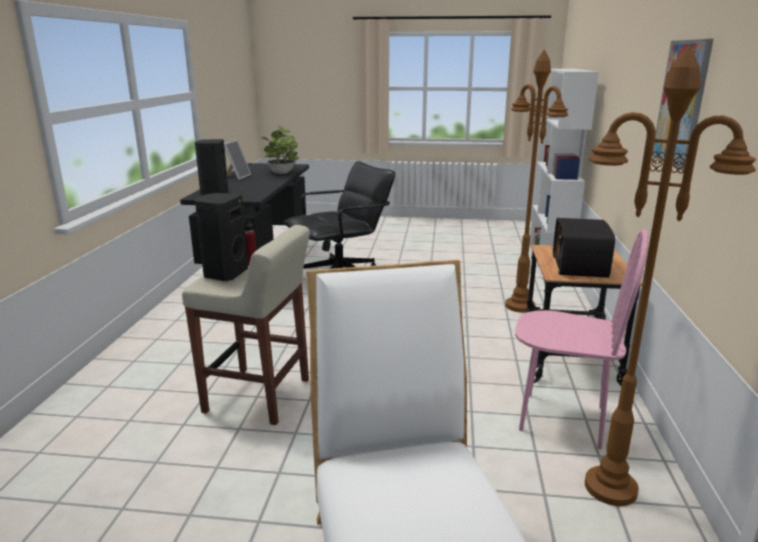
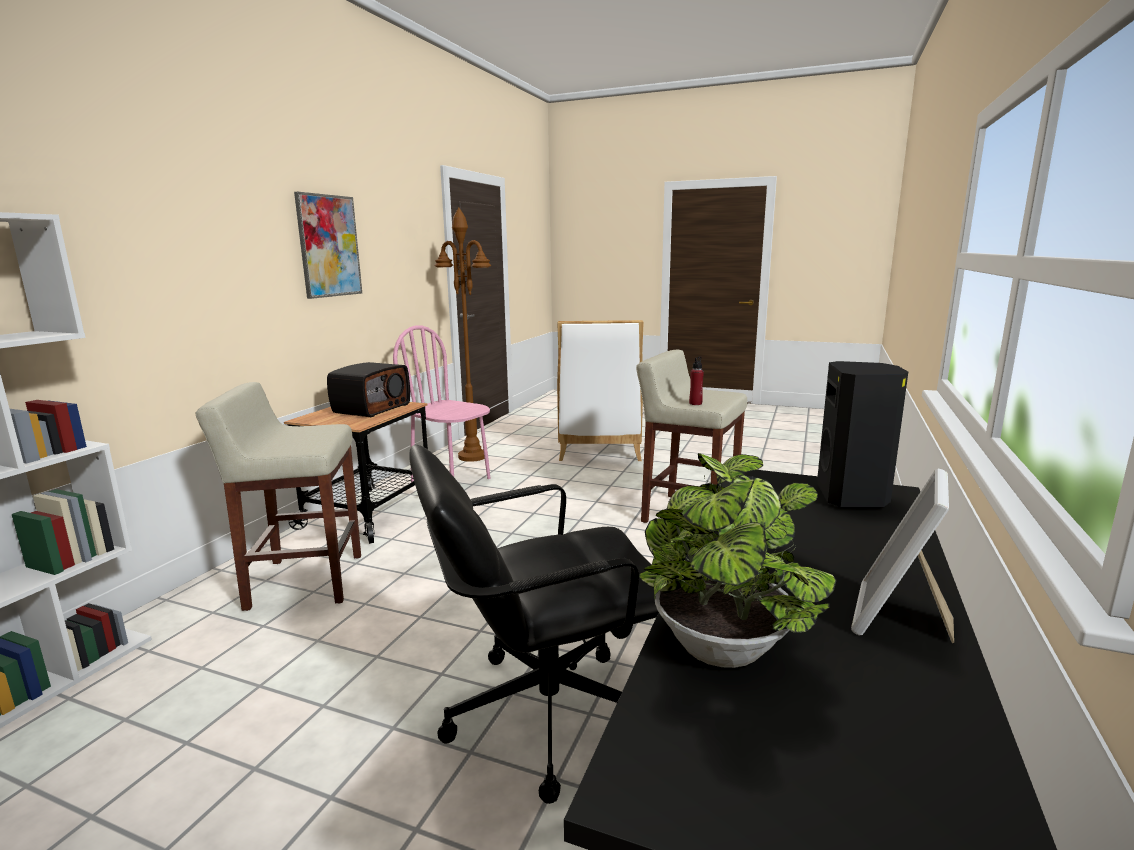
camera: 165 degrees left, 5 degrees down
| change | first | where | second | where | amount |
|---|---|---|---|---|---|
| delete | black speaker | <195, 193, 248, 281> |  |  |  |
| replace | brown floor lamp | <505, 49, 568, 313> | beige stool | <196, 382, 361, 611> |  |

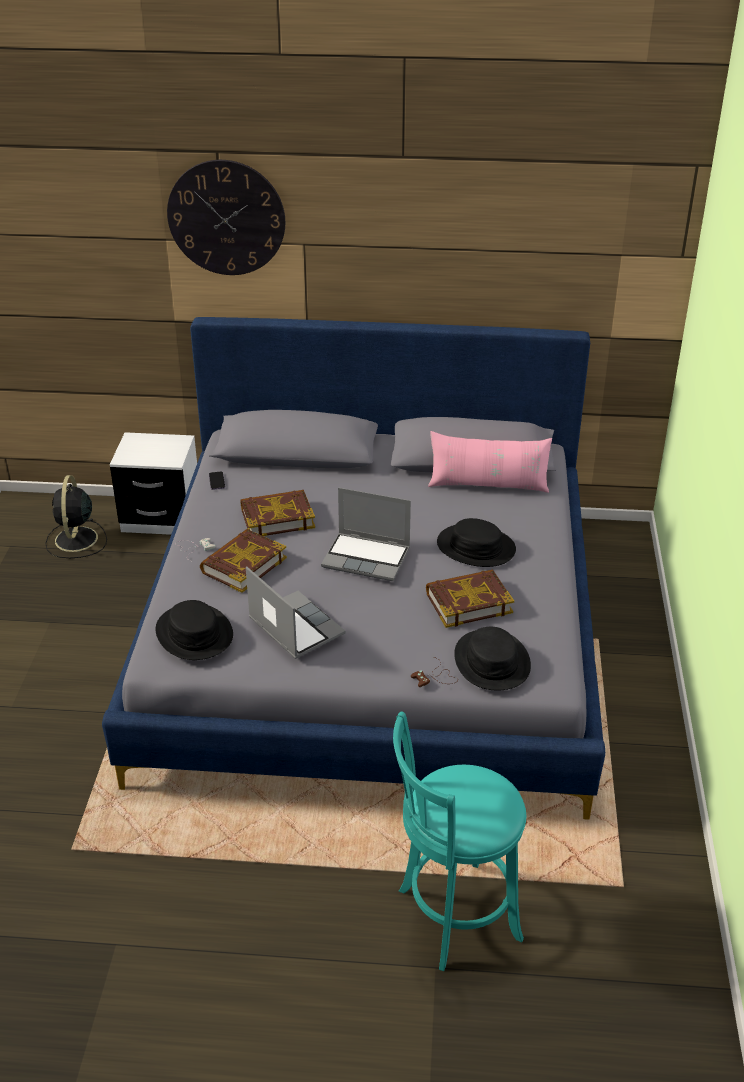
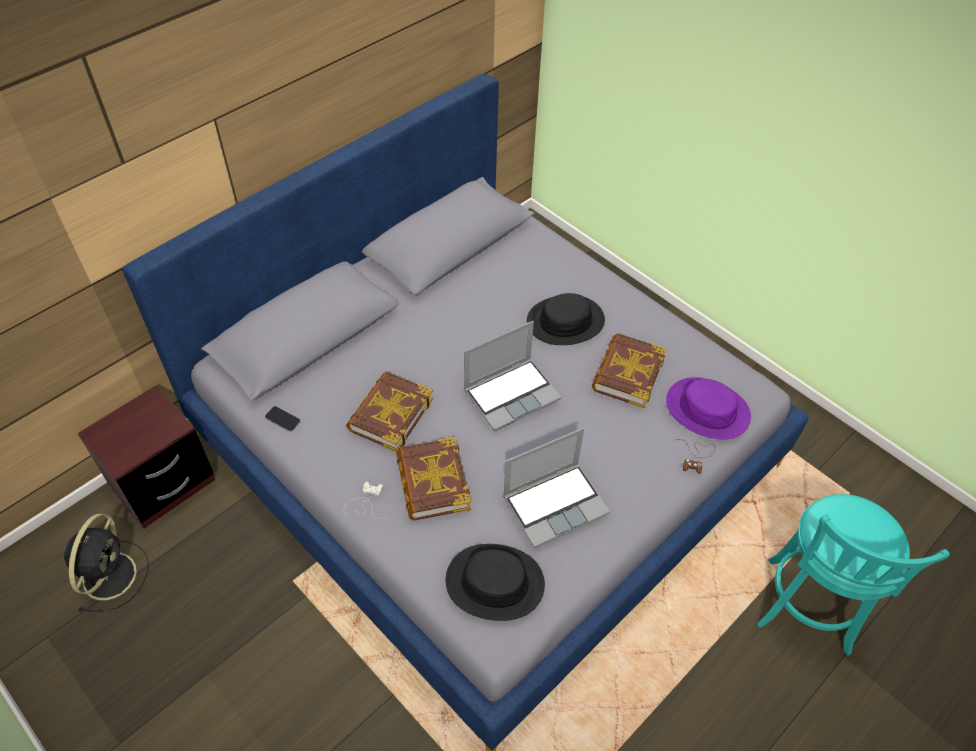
camera: 50 degrees left, 15 degrees up
| change | first | where | second | where | amount |
|---|---|---|---|---|---|
| rotate | black fan | <45, 475, 107, 558> |  | <64, 513, 149, 611> | 120 degrees counterclockwise |
| recolor | white nightstand | <110, 432, 197, 535> | brown nightstand | <78, 385, 216, 529> |  |
| delete | wall clock | <167, 160, 285, 275> |  |  |  |
| rotate | laptop | <246, 566, 346, 659> |  | <503, 428, 610, 548> | 150 degrees clockwise |
| delete | pink pillow | <428, 431, 552, 493> |  |  |  |
| recolor | black hat | <454, 627, 531, 691> | purple hat | <666, 377, 751, 440> |  |

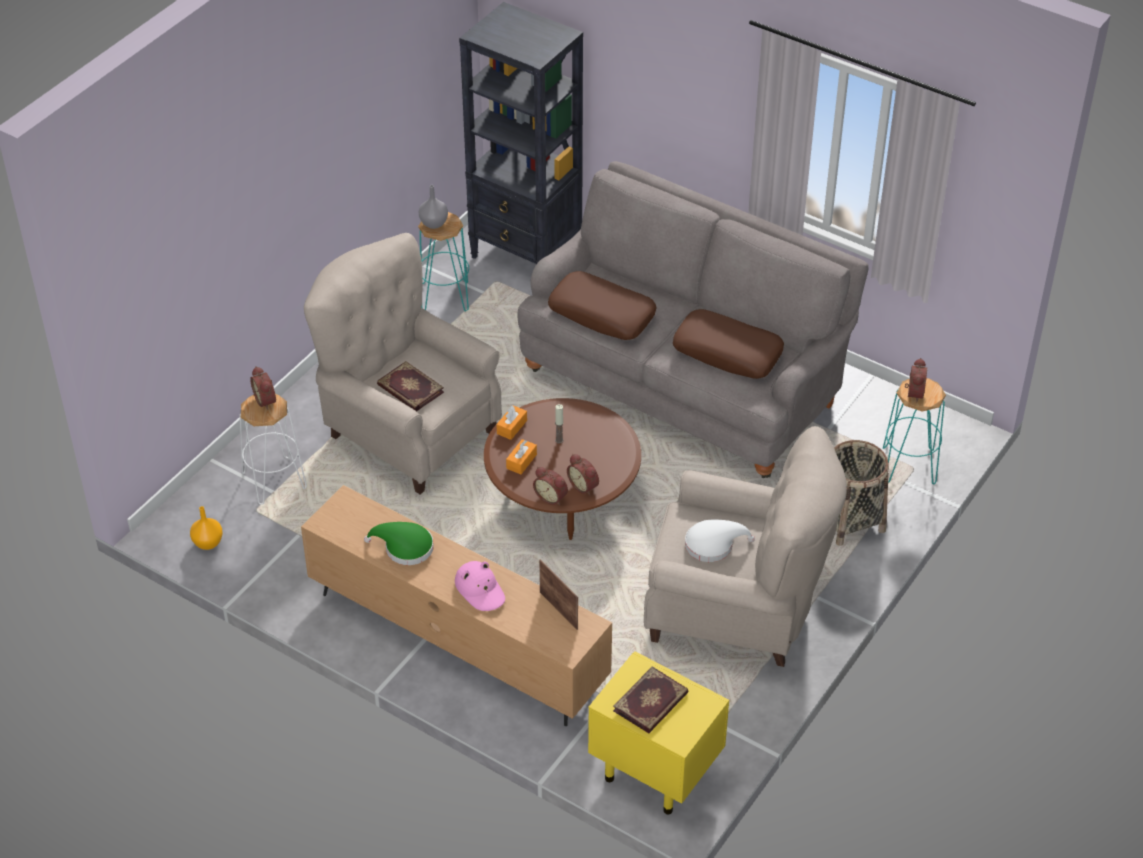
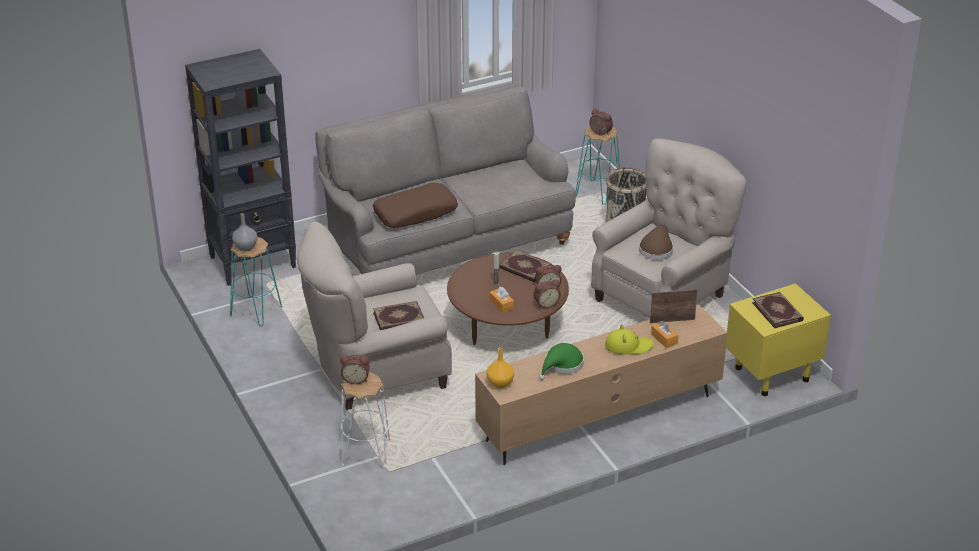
camera: 60 degrees left, 10 degrees down
| change | first | where | second | where | amount |
|---|---|---|---|---|---|
| move | orange vase | <190, 506, 223, 550> |  | <486, 347, 514, 389> |  |
| recolor | pink hat | <455, 561, 505, 611> | yellow hat | <605, 324, 654, 354> |  |
| move | orange tissue box | <496, 405, 527, 440> |  | <651, 321, 679, 348> |  |
| delete | brown pillow | <673, 309, 784, 379> |  |  |  |
| recolor | white hat | <685, 520, 755, 562> | brown hat | <639, 225, 673, 260> |  |
| insert |  |  | book | <499, 250, 551, 282> |  |

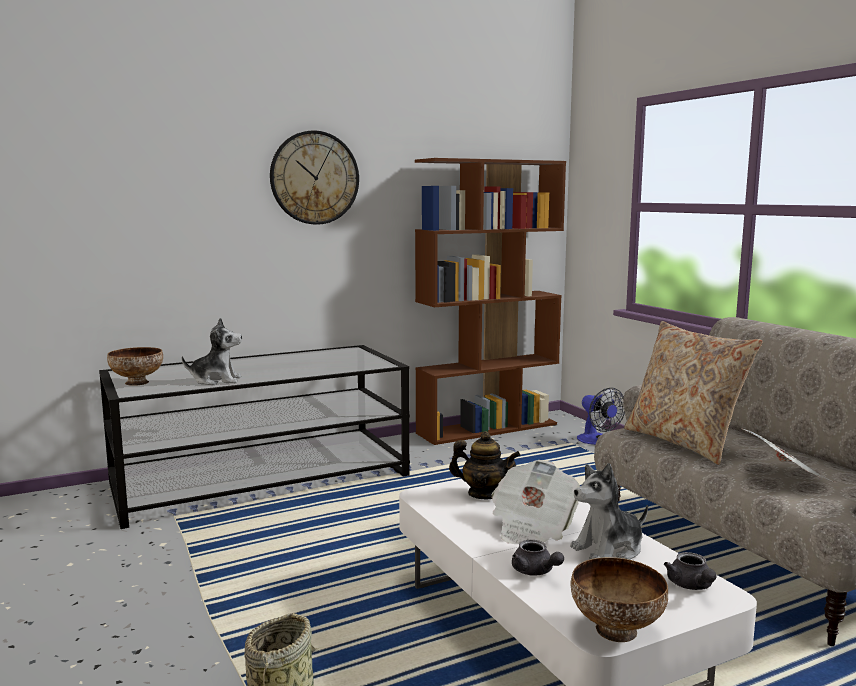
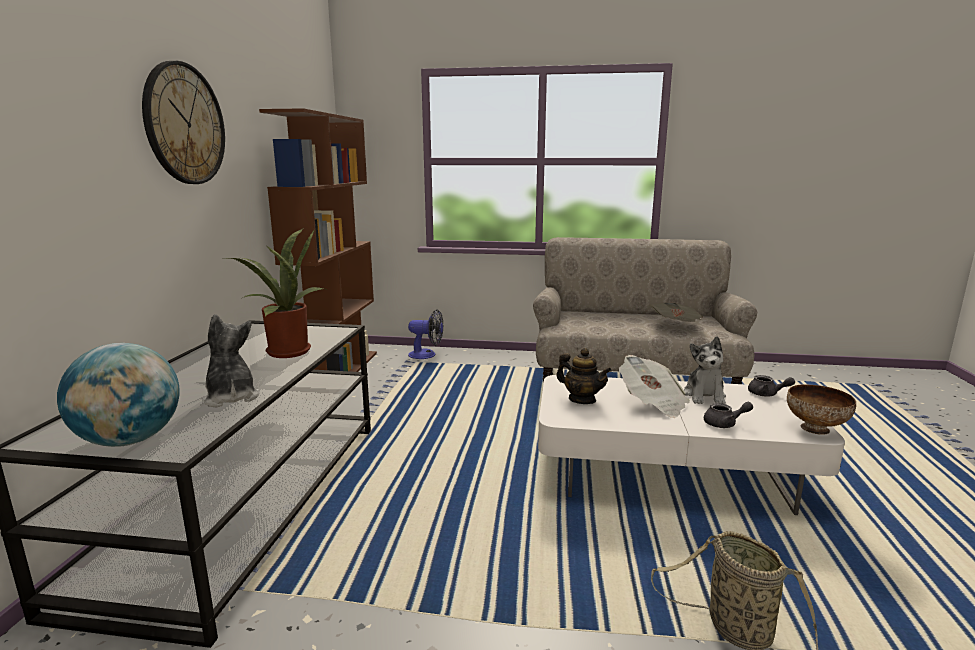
camera: 55 degrees left, 5 degrees up
| change | first | where | second | where | amount |
|---|---|---|---|---|---|
| replace | bowl | <107, 347, 163, 386> | globe | <57, 343, 180, 447> |  |
| rotate | plush toy | <182, 317, 242, 385> |  | <202, 314, 260, 407> | 60 degrees counterclockwise |
| rotate | teapot | <449, 431, 521, 499> |  | <556, 348, 612, 404> | 75 degrees clockwise |
| delete | beige pillow | <624, 321, 763, 465> |  |  |  |
| insert |  |  | potted plant | <222, 228, 323, 358> |  |

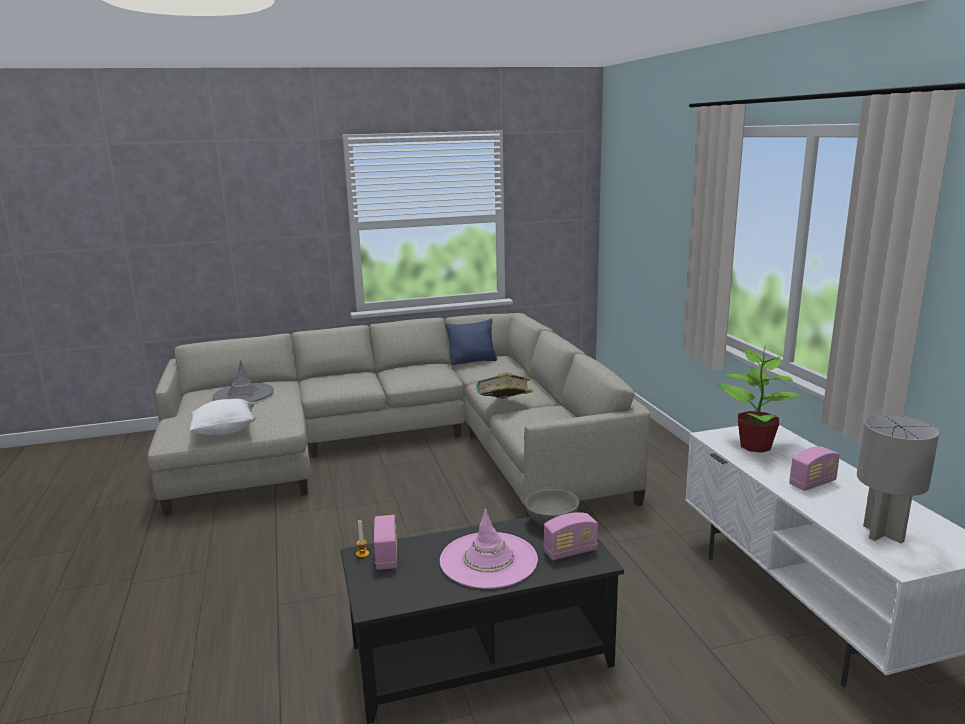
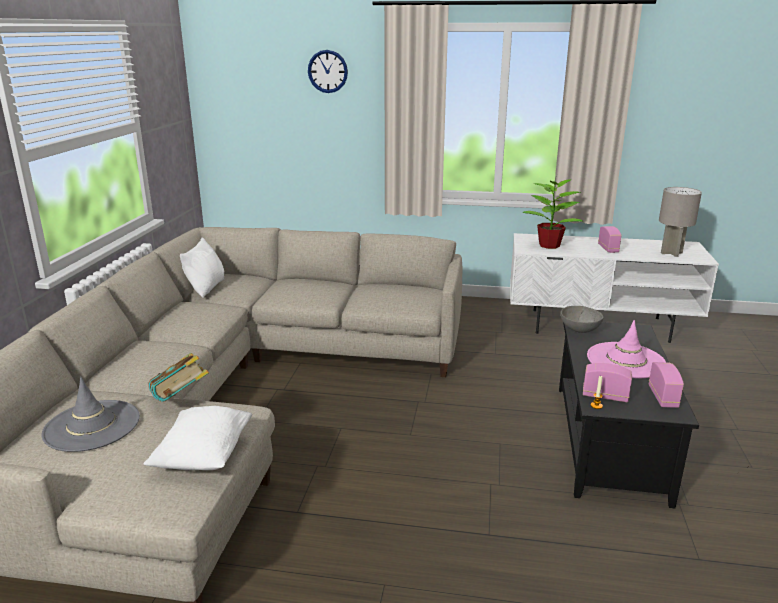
camera: 65 degrees left, 5 degrees up
| change | first | where | second | where | amount |
|---|---|---|---|---|---|
| recolor | blue pillow | <445, 319, 497, 365> | white pillow | <180, 237, 224, 298> |  |
| move | book | <476, 372, 533, 399> |  | <148, 353, 209, 402> |  |
| move | radio | <543, 512, 598, 560> |  | <649, 362, 684, 408> |  |
| insert |  |  | wall clock | <308, 50, 348, 93> |  |

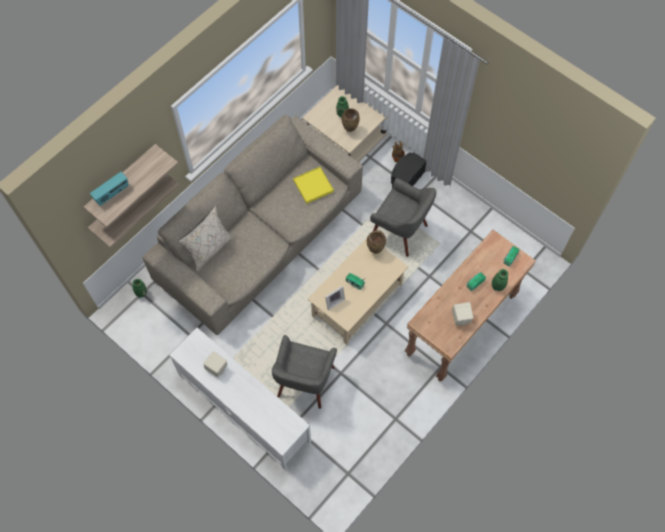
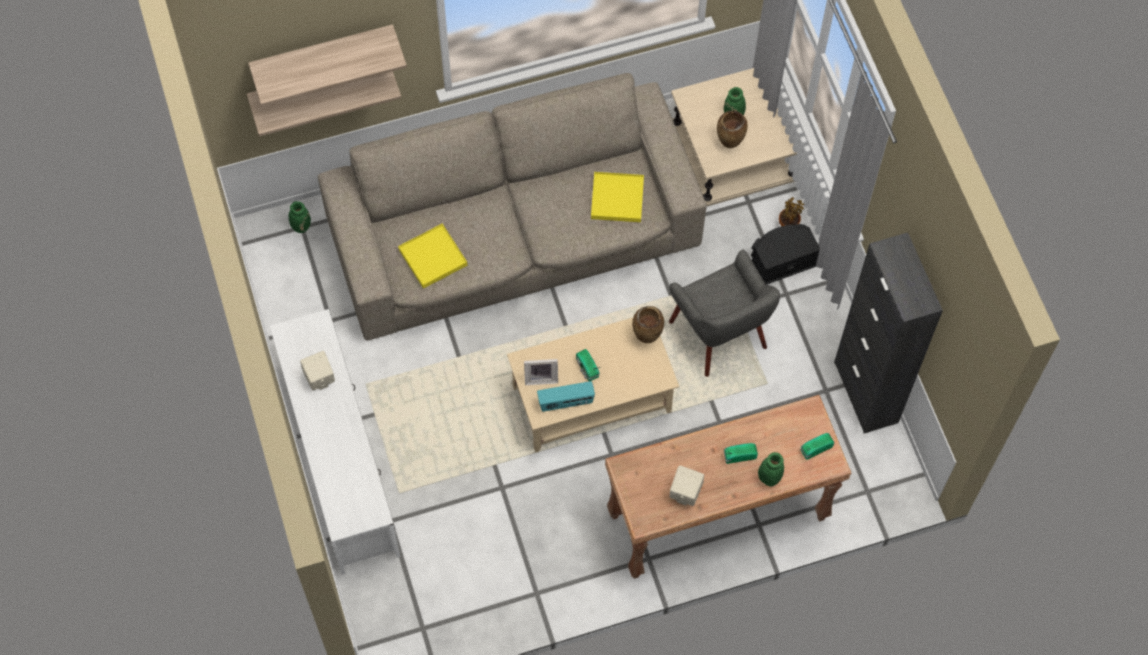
camera: 30 degrees right, 0 degrees up
| change | first | where | second | where | amount |
|---|---|---|---|---|---|
| move | radio | <90, 172, 129, 206> |  | <537, 381, 595, 412> |  |
| delete | beige pillow | <178, 206, 233, 272> |  |  |  |
| delete | grey armchair | <272, 335, 337, 409> |  |  |  |
| insert |  |  | yellow tray | <398, 224, 468, 289> |  |
| insert |  |  | black cabinet | <834, 233, 943, 433> |  |

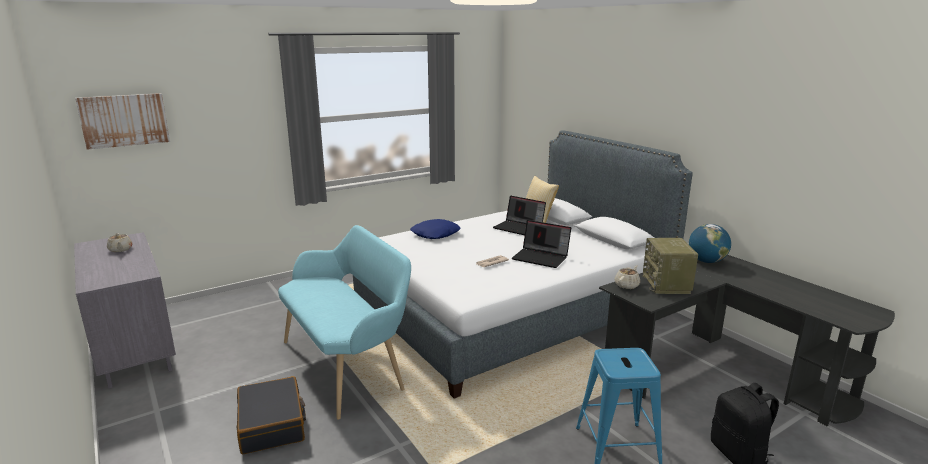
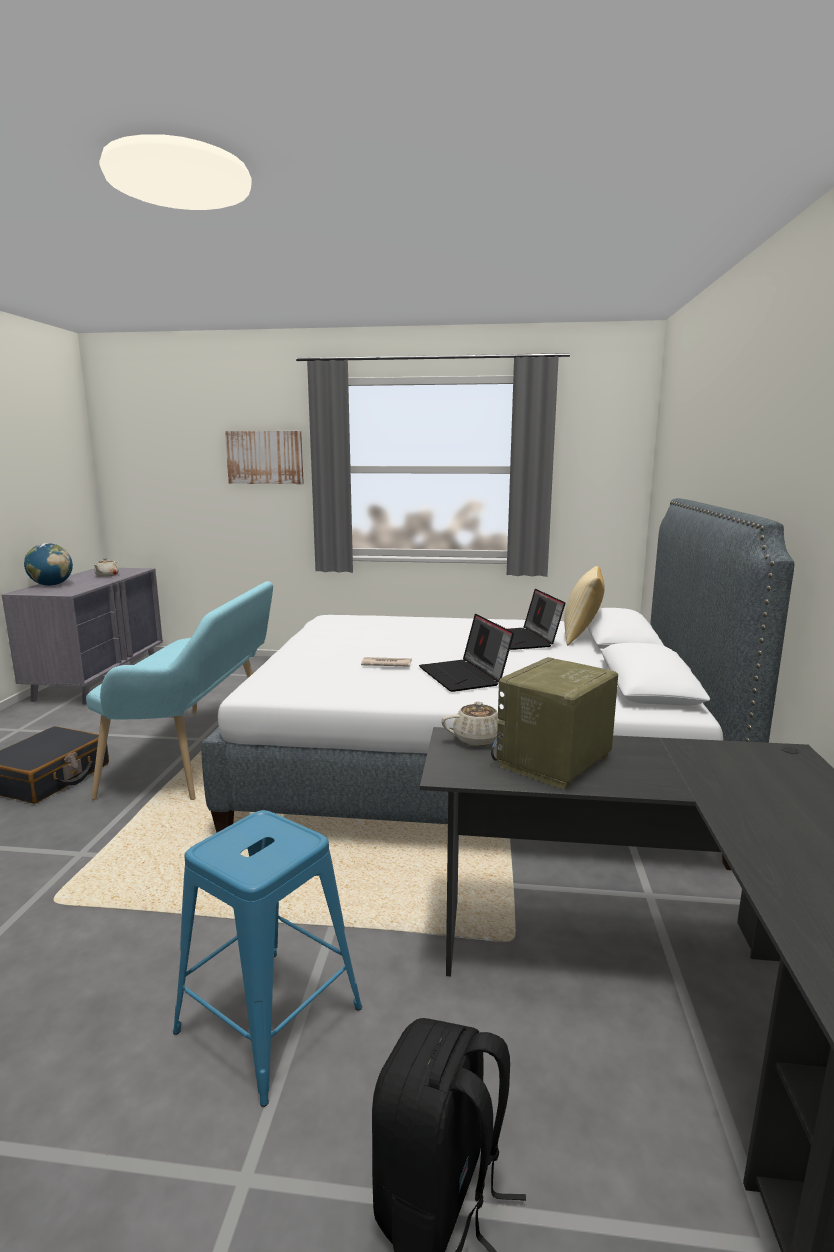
camera: 40 degrees right, 5 degrees down
| change | first | where | second | where | amount |
|---|---|---|---|---|---|
| move | picture | <75, 93, 170, 150> |  | <225, 431, 304, 484> |  |
| delete | blue pillow | <410, 219, 460, 239> |  |  |  |
| move | globe | <689, 224, 731, 263> |  | <24, 543, 73, 586> |  |

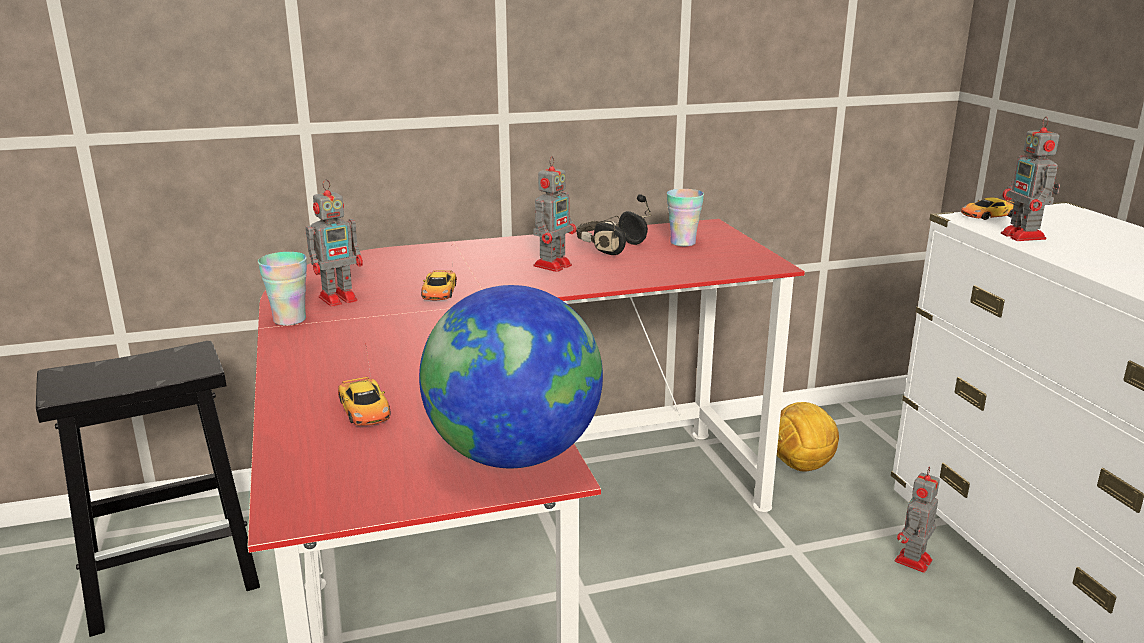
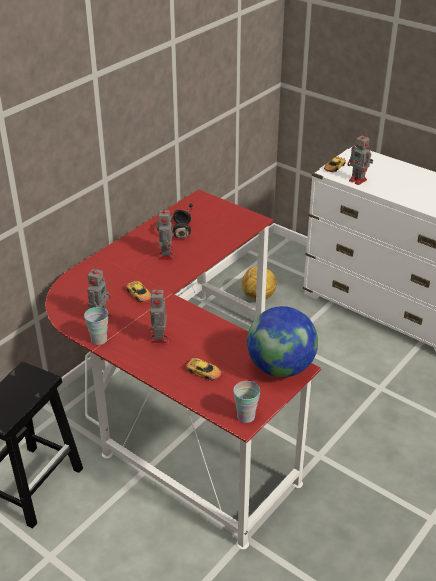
camera: 35 degrees left, 15 degrees up
| change | first | where | second | where | amount |
|---|---|---|---|---|---|
| move | cup | <667, 189, 704, 246> |  | <233, 381, 260, 423> |  |
| move | toy robot | <895, 467, 940, 573> |  | <149, 288, 170, 345> |  |

